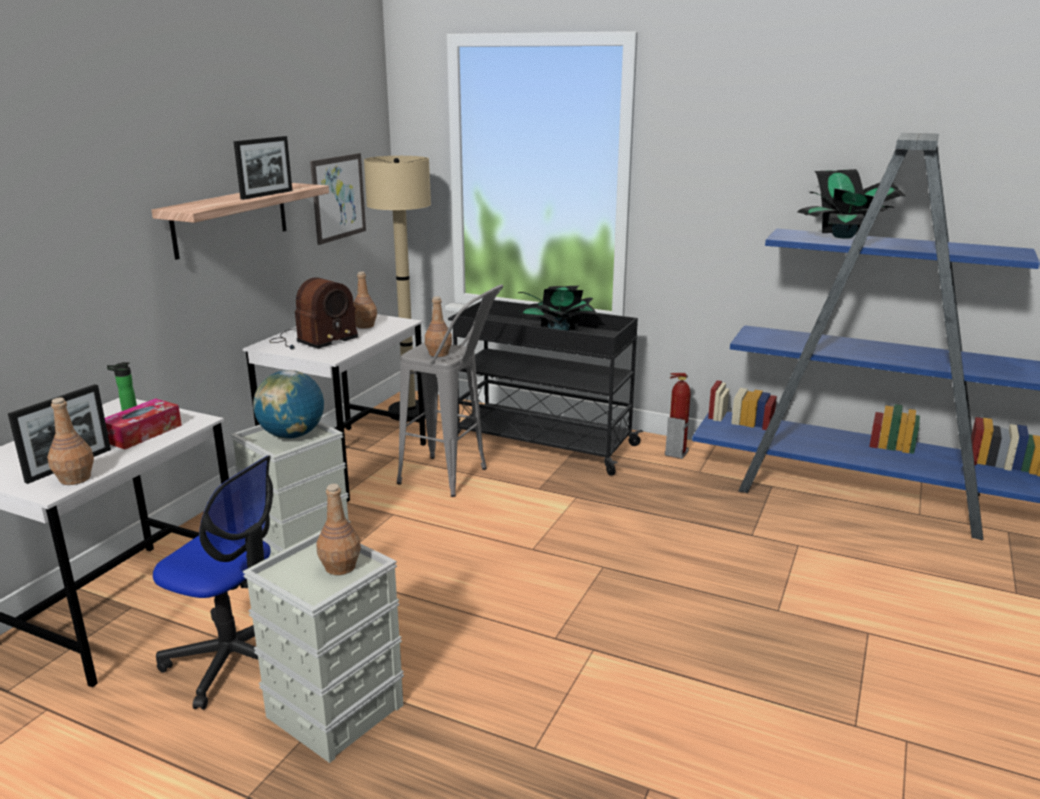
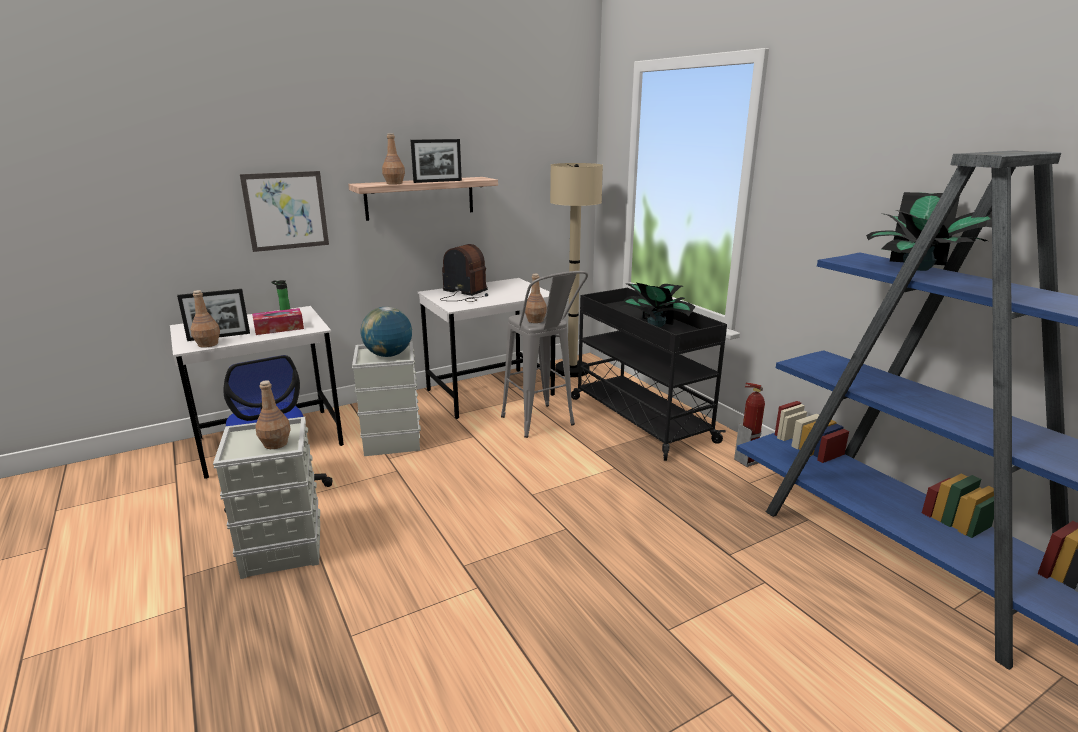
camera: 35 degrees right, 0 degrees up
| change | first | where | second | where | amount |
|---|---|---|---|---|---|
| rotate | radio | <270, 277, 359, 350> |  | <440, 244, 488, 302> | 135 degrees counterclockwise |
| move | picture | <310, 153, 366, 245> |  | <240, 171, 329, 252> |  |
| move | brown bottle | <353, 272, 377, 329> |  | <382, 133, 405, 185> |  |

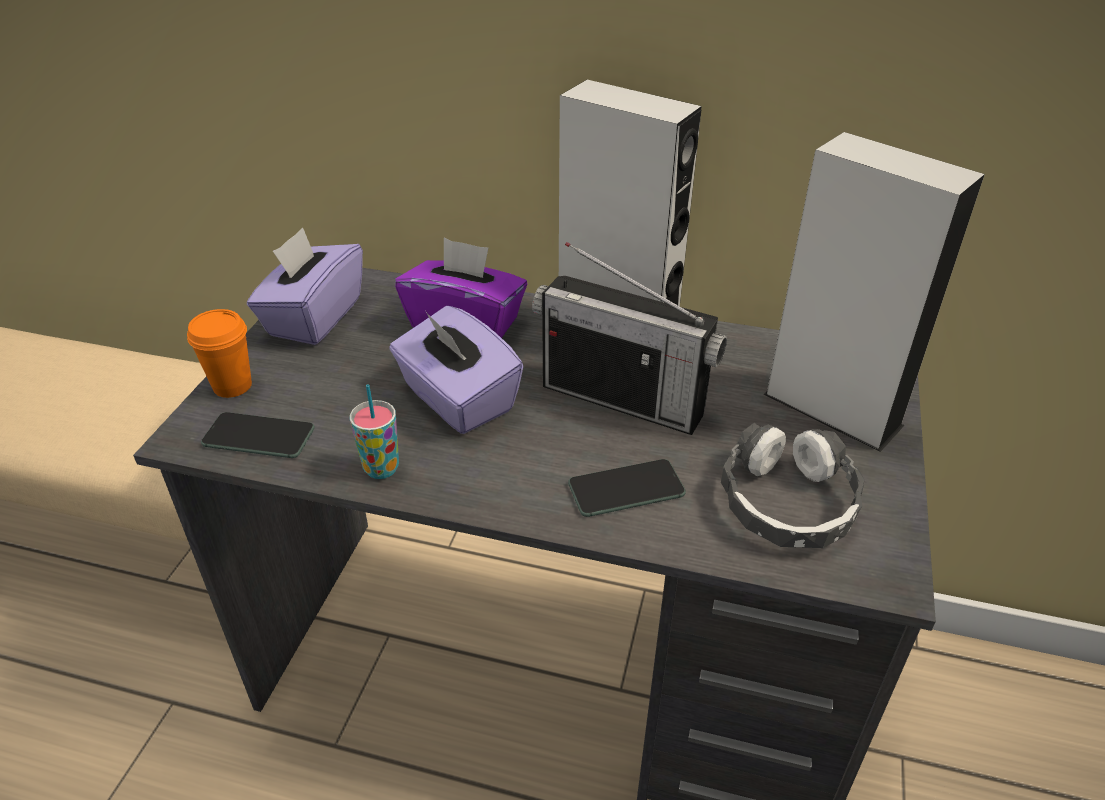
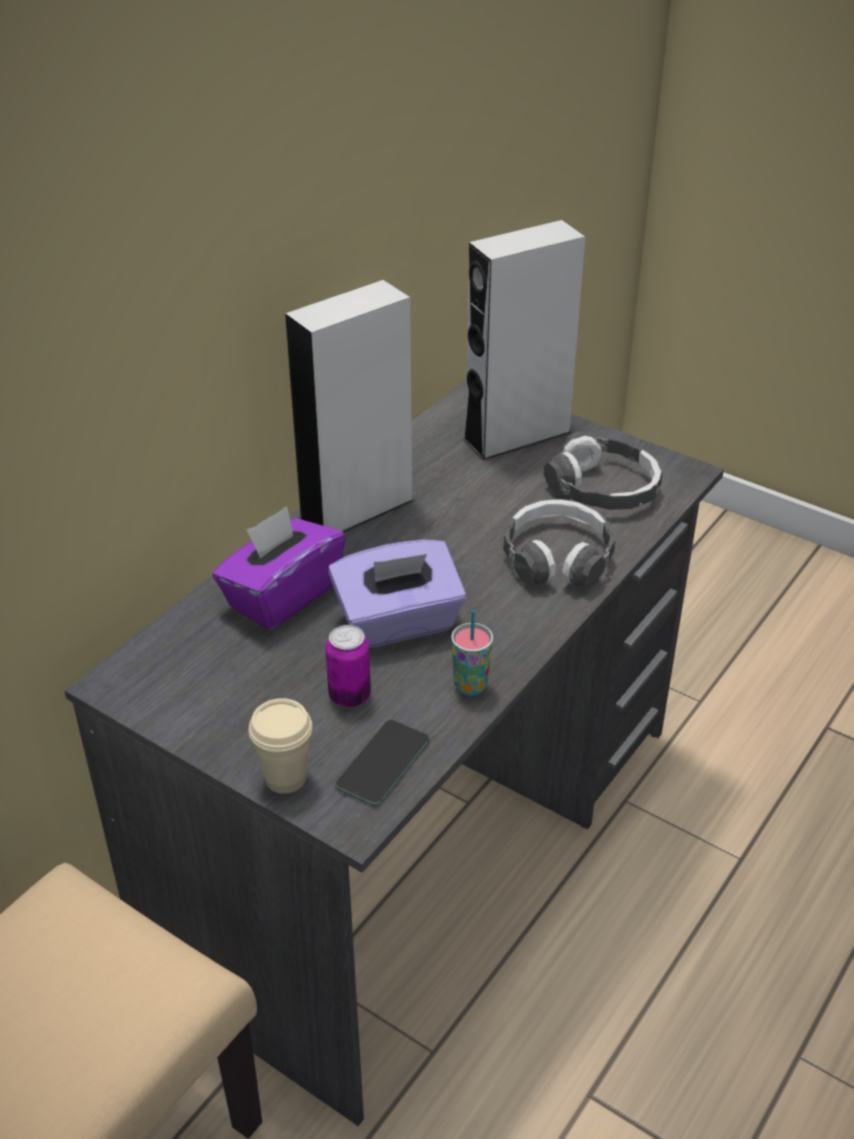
camera: 70 degrees left, 0 degrees up
| change | first | where | second | where | amount |
|---|---|---|---|---|---|
| recolor | orange cup | <187, 309, 252, 398> | beige cup | <249, 698, 312, 794> |  |
| delete | purple tissue box | <247, 227, 363, 345> |  |  |  |
| delete | radio | <532, 242, 727, 435> |  |  |  |
| replace | phone | <568, 459, 686, 517> | headphones | <503, 499, 616, 586> |  |
| insert |  |  | can | <325, 625, 371, 707> |  |

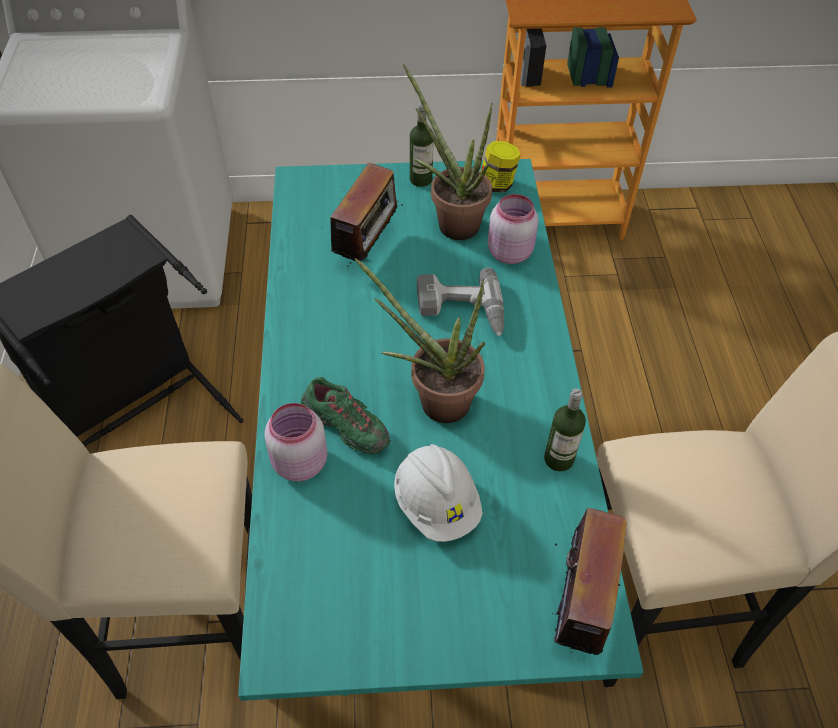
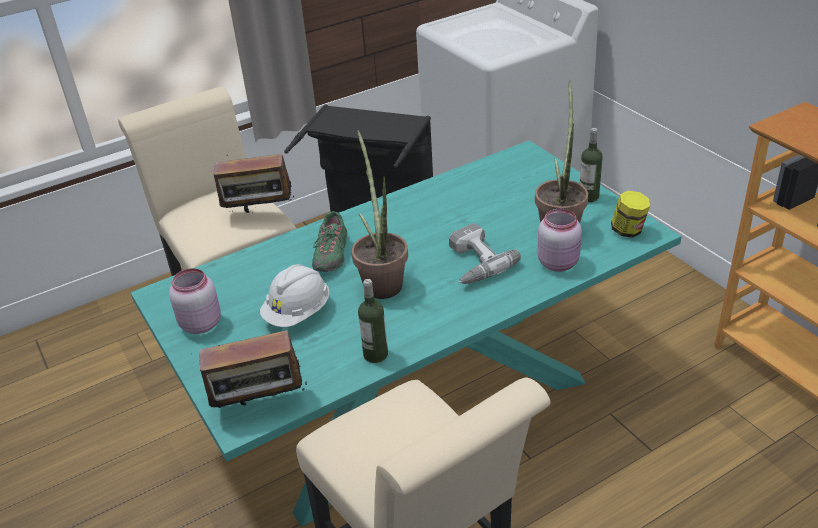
camera: 65 degrees right, 15 degrees down
| change | first | where | second | where | amount |
|---|---|---|---|---|---|
| move | pink jar | <264, 403, 328, 481> |  | <169, 268, 221, 334> |  |
| move | radio | <330, 163, 403, 267> |  | <214, 154, 294, 214> |  |

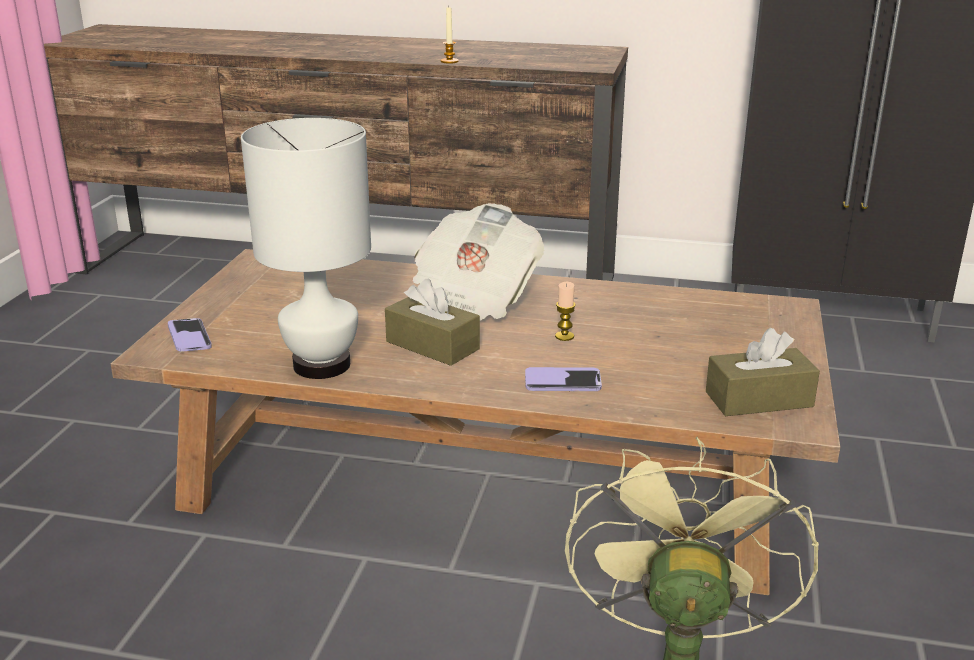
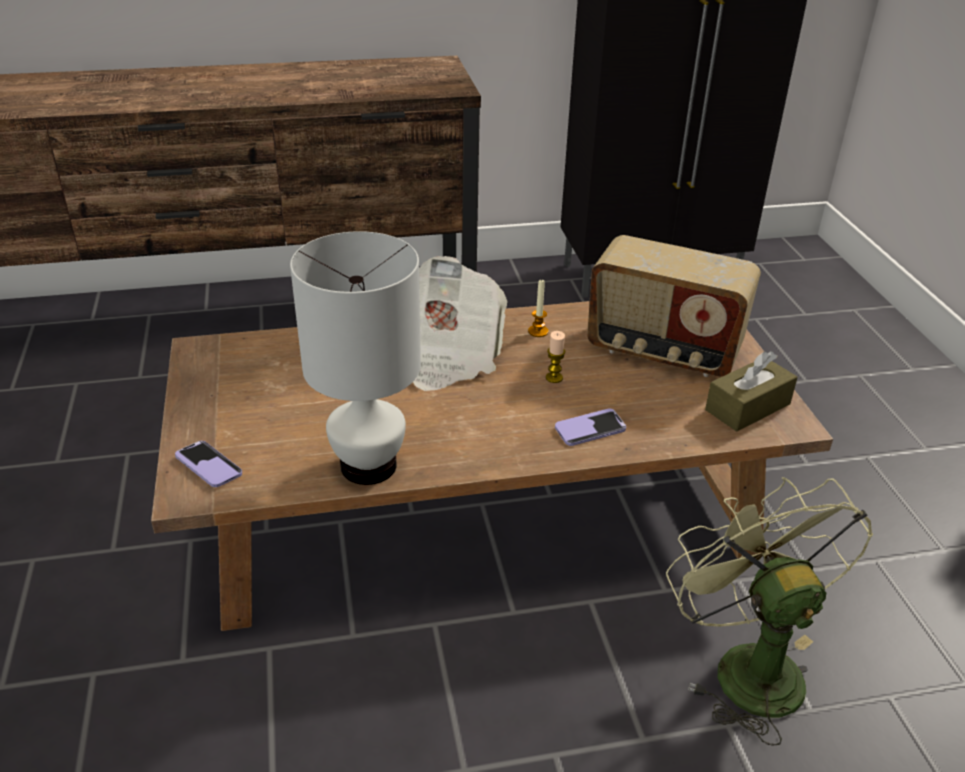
camera: 25 degrees left, 10 degrees up
| change | first | where | second | where | amount |
|---|---|---|---|---|---|
| delete | brown tissue box | <385, 279, 480, 366> |  |  |  |
| move | candle | <441, 7, 459, 64> |  | <528, 279, 549, 337> |  |
| insert |  |  | radio | <587, 235, 761, 377> |  |

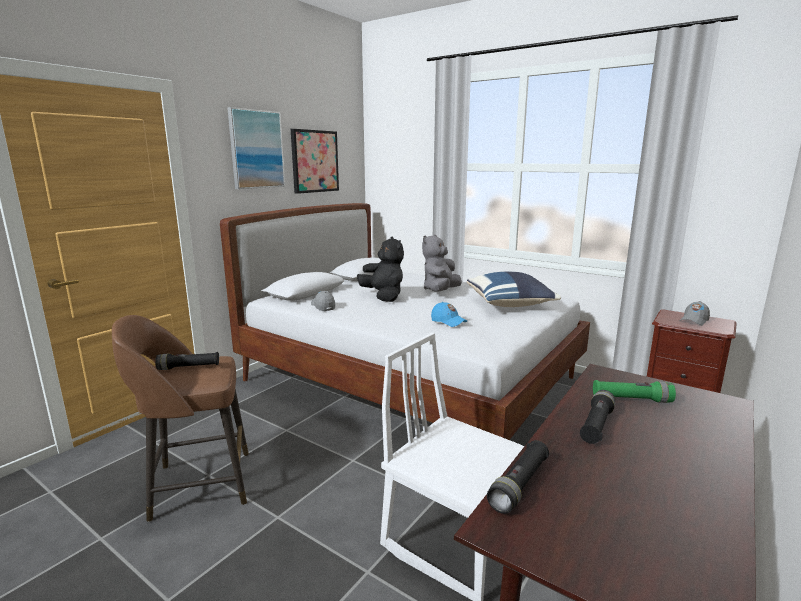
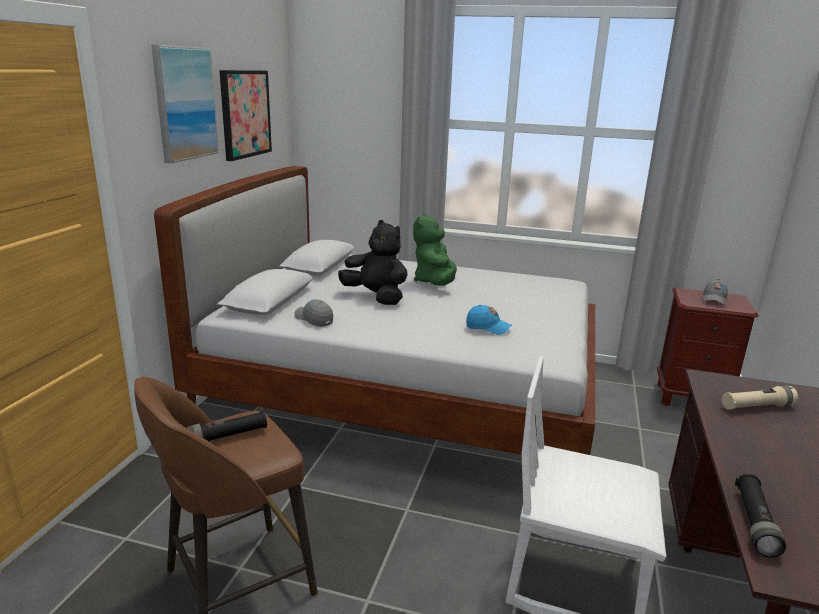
camera: 20 degrees left, 5 degrees up
| change | first | where | second | where | amount |
|---|---|---|---|---|---|
| recolor | grey plush toy | <422, 234, 462, 291> | green plush toy | <413, 213, 457, 286> |  |
| delete | blue pillow | <467, 272, 561, 307> |  |  |  |
| delete | black flashlight | <580, 390, 615, 444> |  |  |  |
| recolor | green flashlight | <593, 380, 676, 403> | beige flashlight | <722, 386, 798, 410> |  |

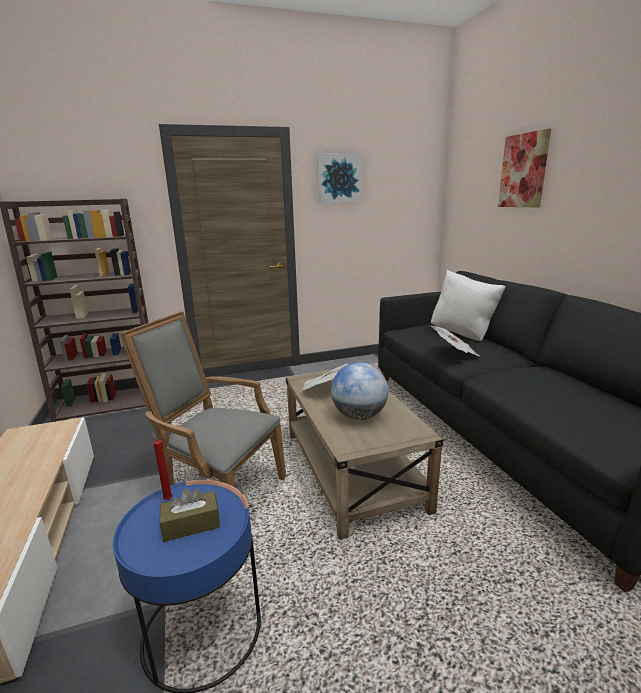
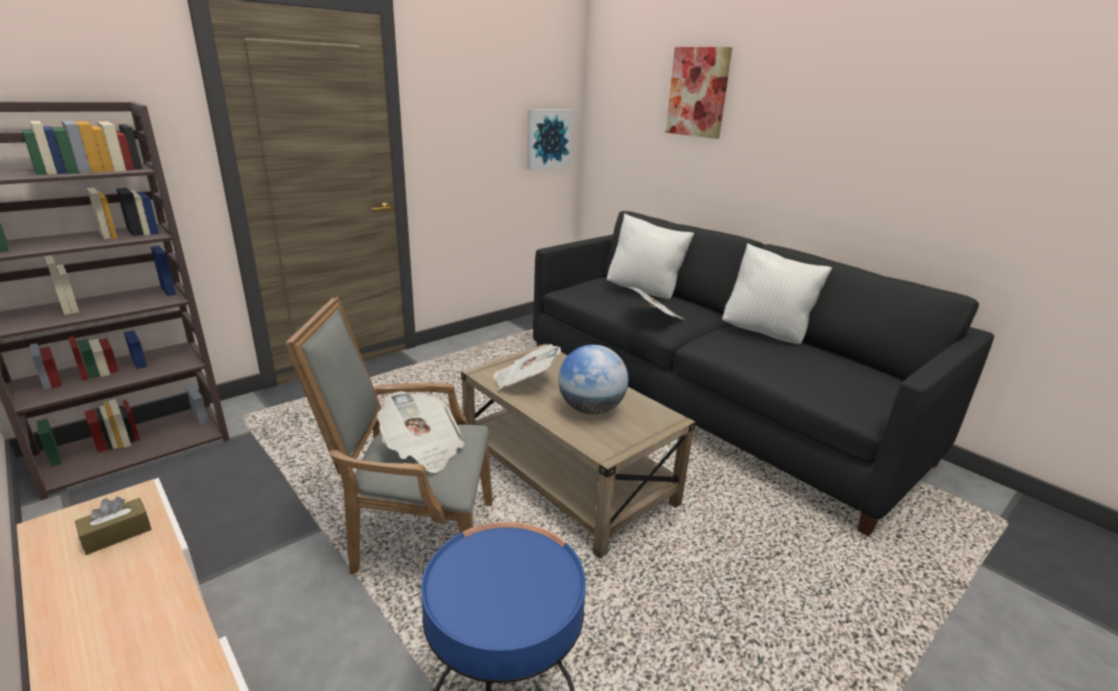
camera: 25 degrees left, 5 degrees up
| change | first | where | second | where | amount |
|---|---|---|---|---|---|
| delete | red candle | <152, 432, 172, 500> |  |  |  |
| move | brown tissue box | <160, 488, 220, 542> |  | <75, 497, 151, 555> |  |
| move | picture | <317, 153, 363, 204> |  | <527, 109, 574, 170> |  |
| insert |  |  | newspaper | <377, 391, 464, 473> |  |
| insert |  |  | white pillow | <722, 243, 832, 344> |  |

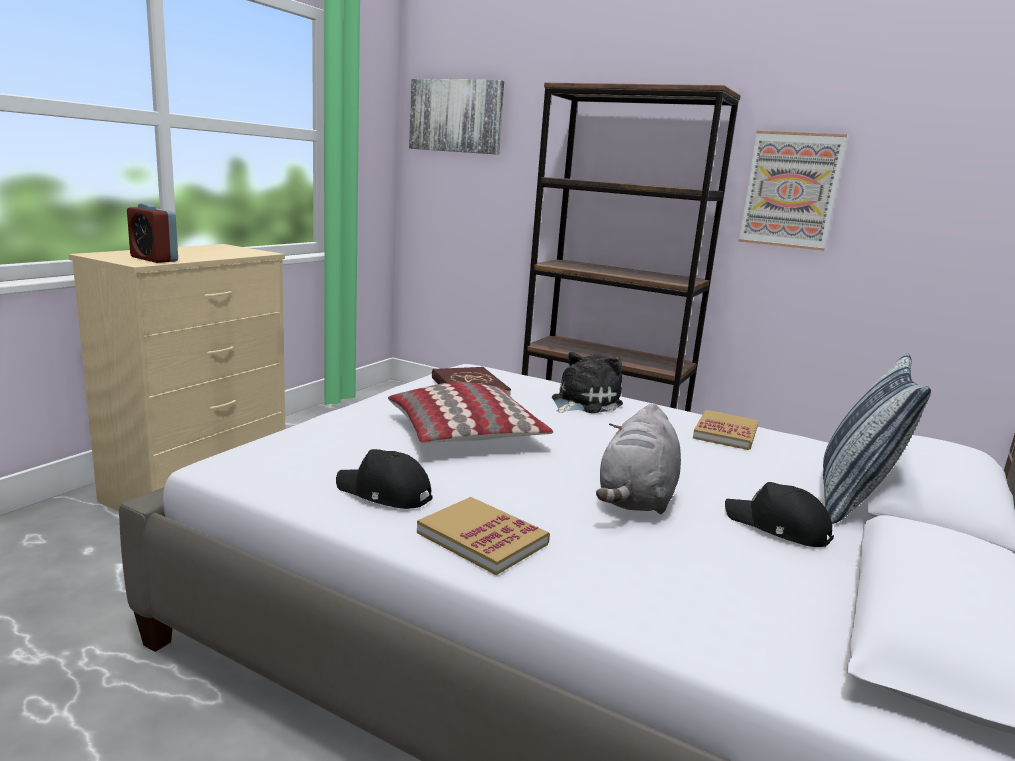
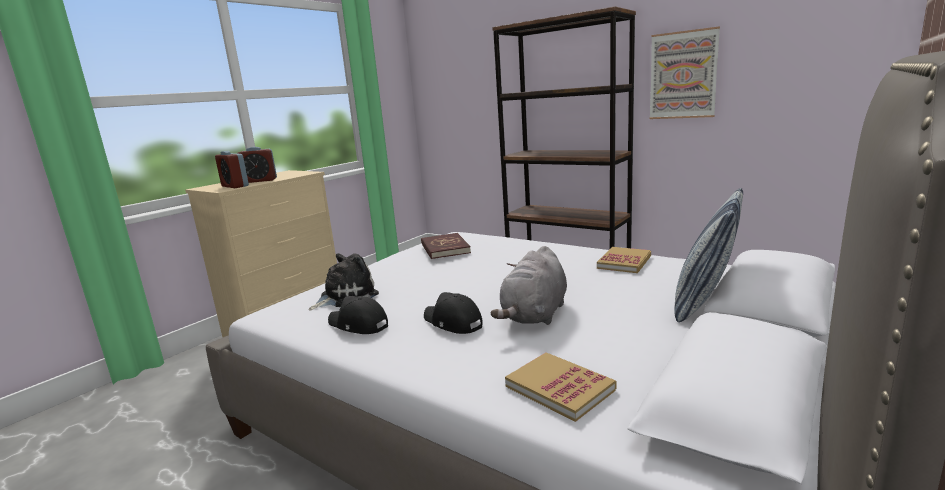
camera: 10 degrees right, 0 degrees up
| change | first | where | second | where | amount |
|---|---|---|---|---|---|
| delete | pillow | <388, 382, 553, 443> |  |  |  |
| delete | picture | <409, 79, 504, 155> |  |  |  |
| move | book | <417, 497, 550, 575> |  | <505, 352, 616, 422> |  |
| move | plush toy | <552, 352, 623, 413> |  | <308, 253, 379, 311> |  |
| move | black cap | <725, 482, 834, 547> |  | <424, 292, 483, 334> |  |
| insert |  |  | alarm clock | <237, 147, 277, 183> |  |

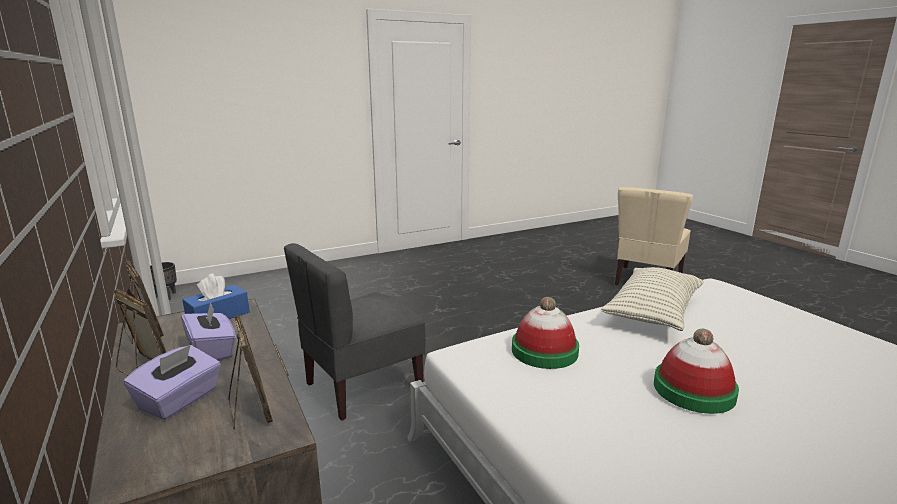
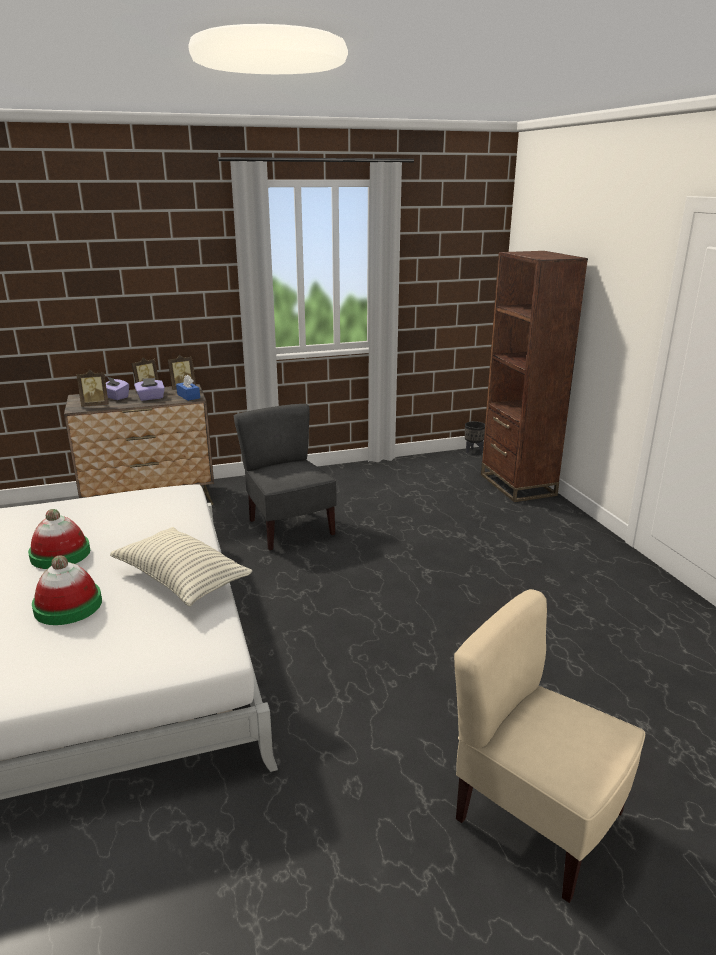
camera: 100 degrees right, 5 degrees up
| change | first | where | second | where | amount |
|---|---|---|---|---|---|
| move | hat | <512, 297, 579, 369> |  | <32, 555, 102, 625> |  |
| insert |  |  | brown bookcase | <481, 251, 588, 502> |  |

